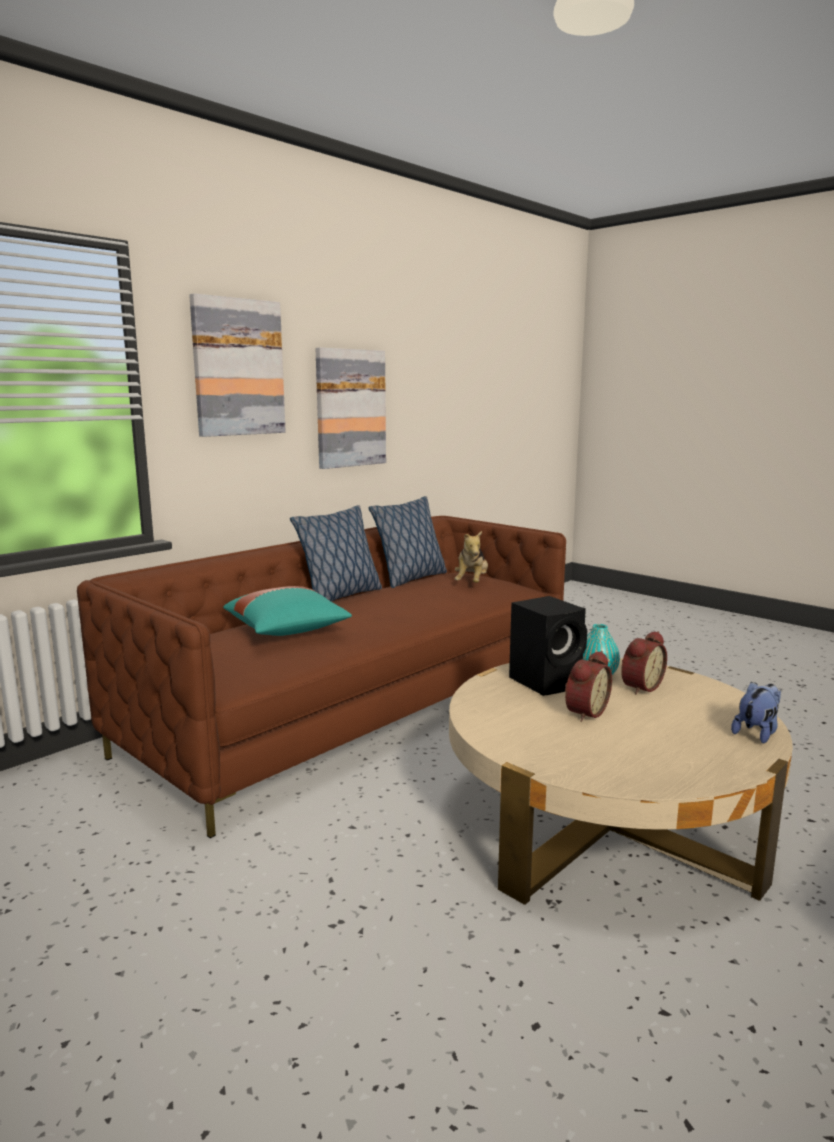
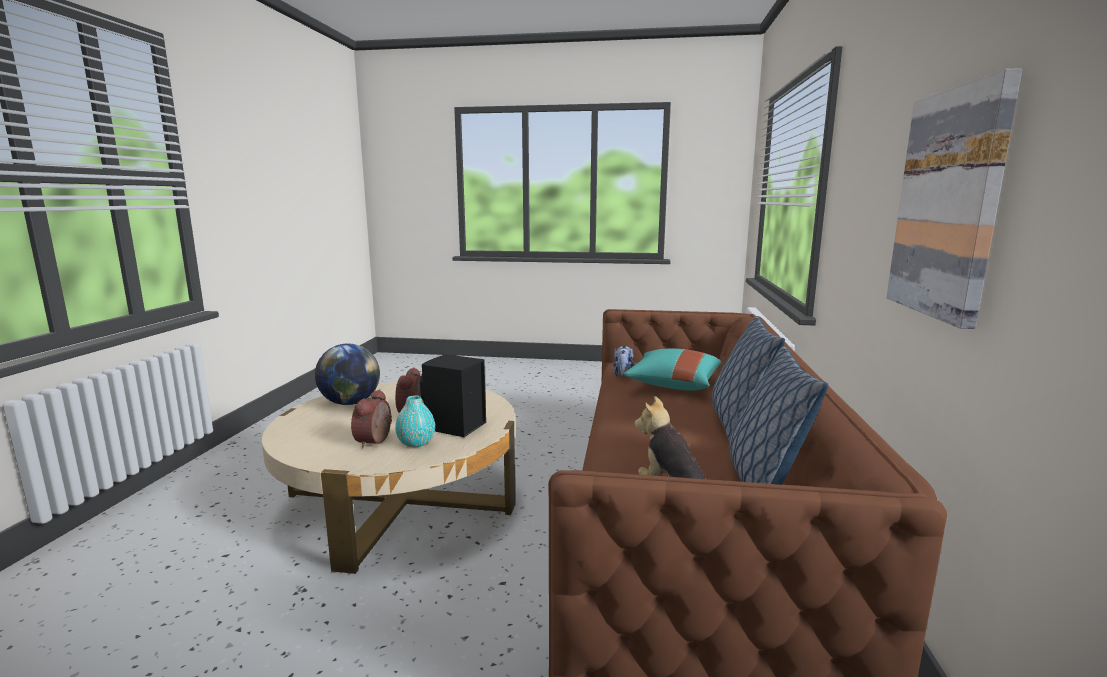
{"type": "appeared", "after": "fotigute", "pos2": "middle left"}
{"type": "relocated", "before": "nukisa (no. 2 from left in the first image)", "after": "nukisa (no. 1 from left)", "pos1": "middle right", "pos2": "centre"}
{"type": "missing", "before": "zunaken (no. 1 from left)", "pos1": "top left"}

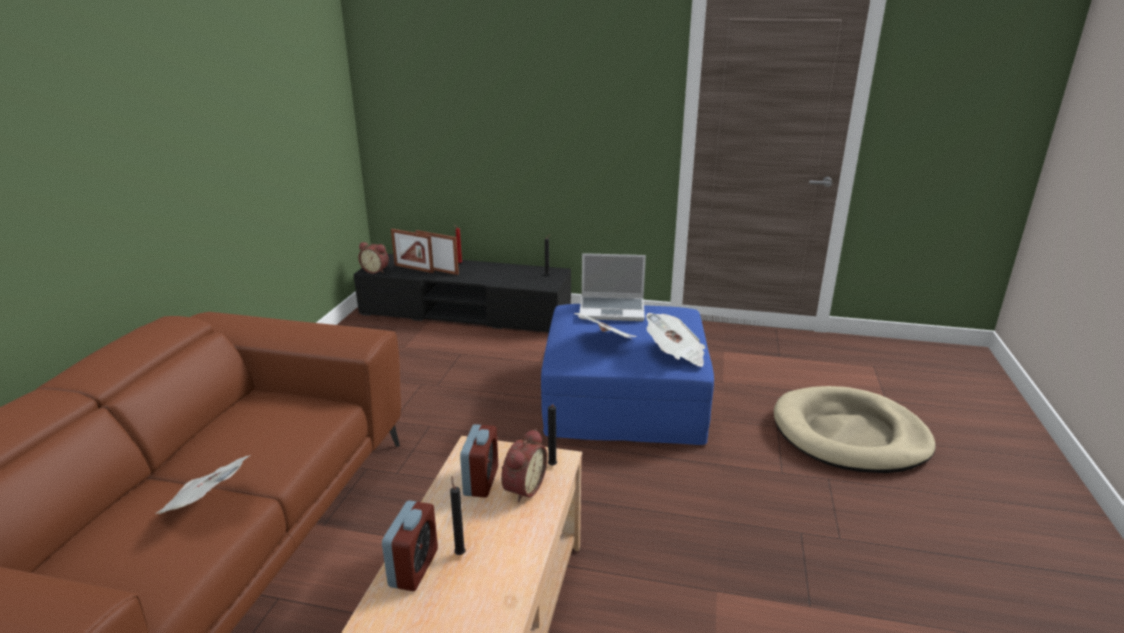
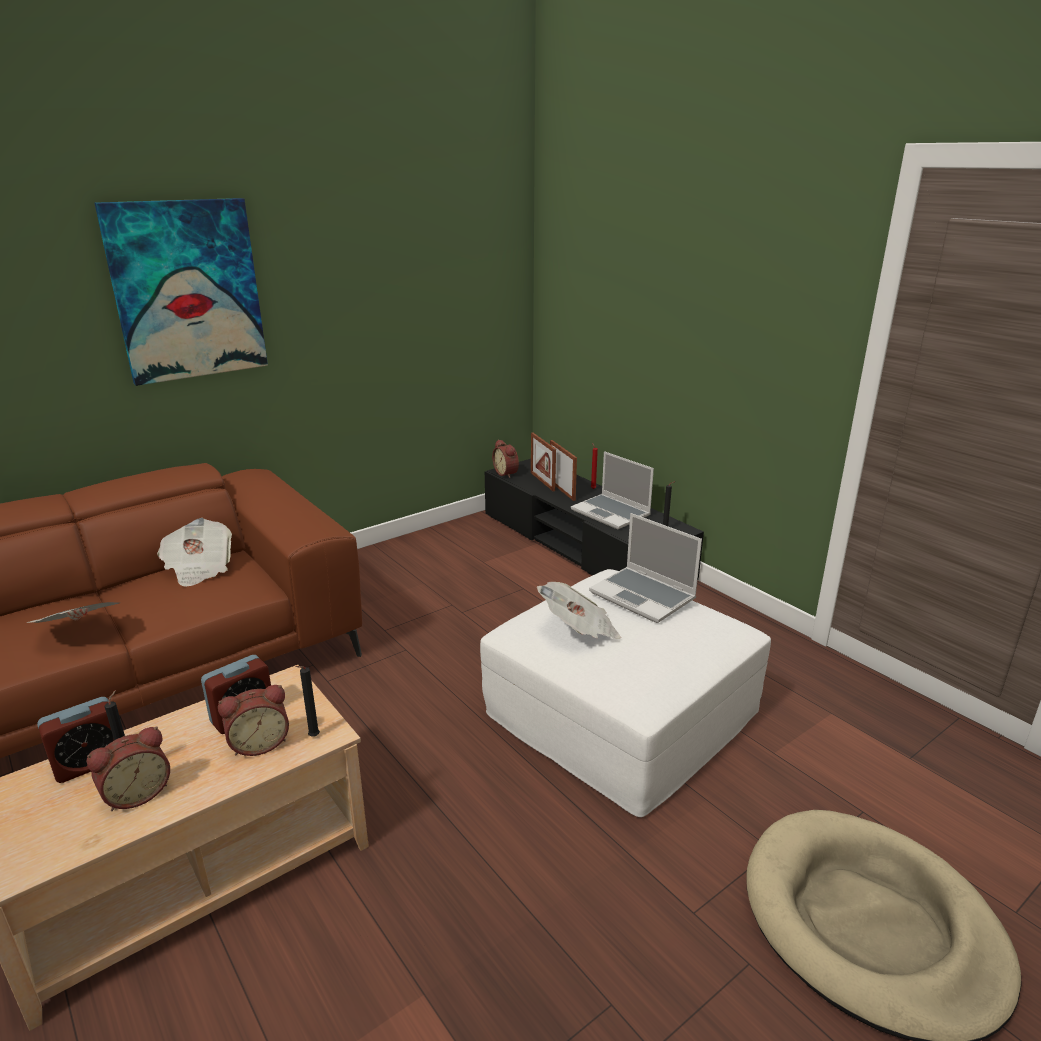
{"type": "appeared", "after": "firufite (no. 2 from left)", "pos2": "bottom left"}
{"type": "appeared", "after": "zunaken", "pos2": "top left"}
{"type": "relocated", "before": "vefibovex (no. 3 from left in the first image)", "after": "vefibovex (no. 2 from left)", "pos1": "centre", "pos2": "middle left"}
{"type": "colour", "before": "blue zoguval", "after": "white zoguval", "pos1": "centre", "pos2": "centre"}
{"type": "appeared", "after": "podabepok (no. 1 from left)", "pos2": "centre"}

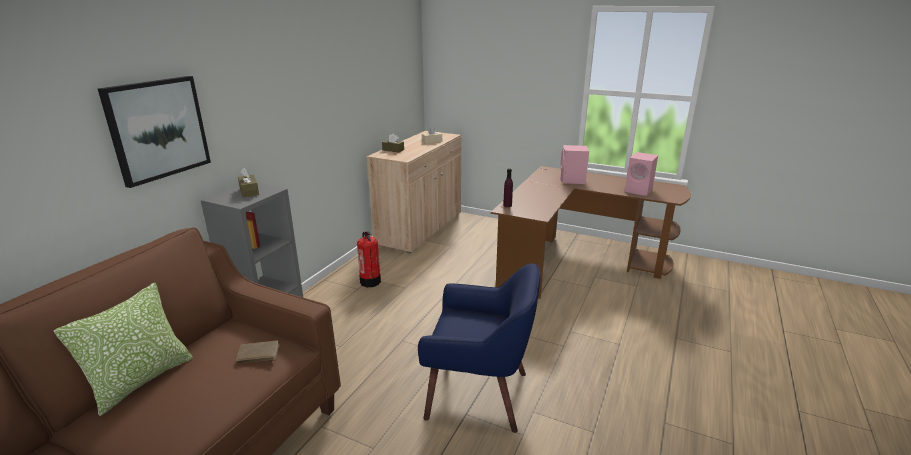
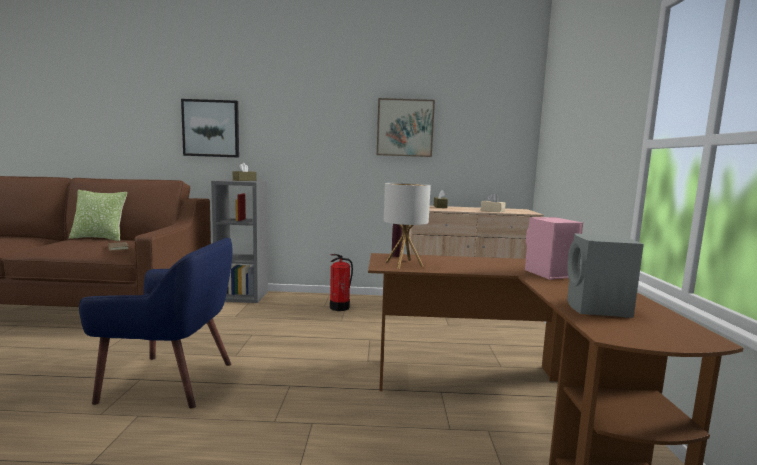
{"type": "spun", "before": "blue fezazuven", "pos1": "bottom centre", "pos2": "bottom left", "turn": -75}
{"type": "appeared", "after": "zunaken (no. 2 from left)", "pos2": "top centre"}
{"type": "appeared", "after": "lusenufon", "pos2": "centre"}
{"type": "colour", "before": "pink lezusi (no. 2 from left)", "after": "grey lezusi", "pos1": "middle right", "pos2": "middle right"}

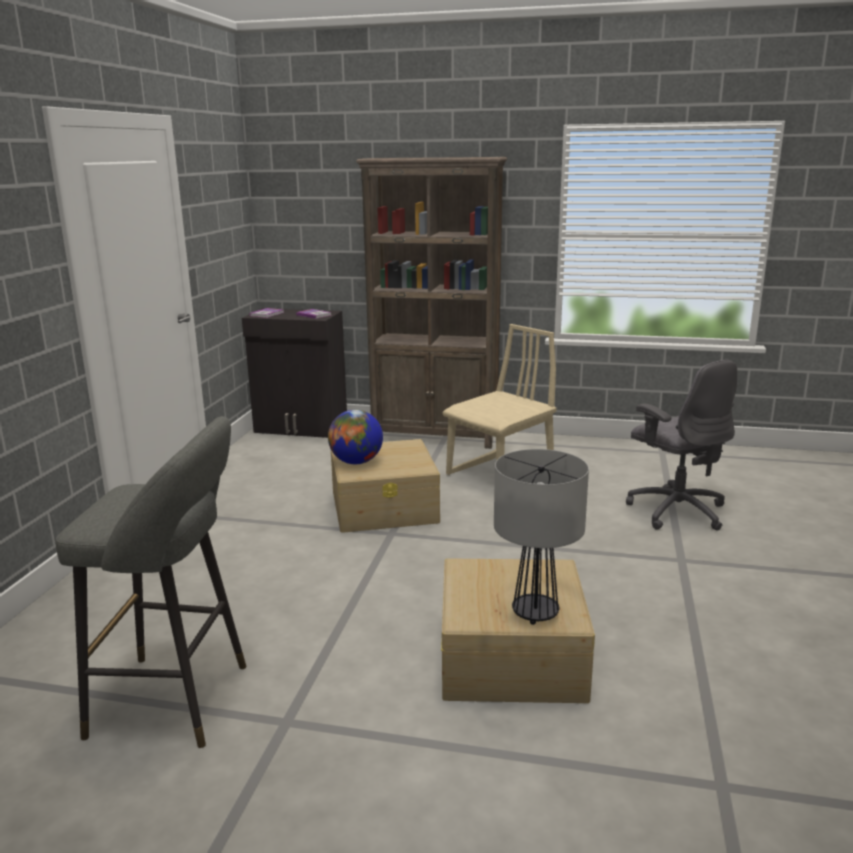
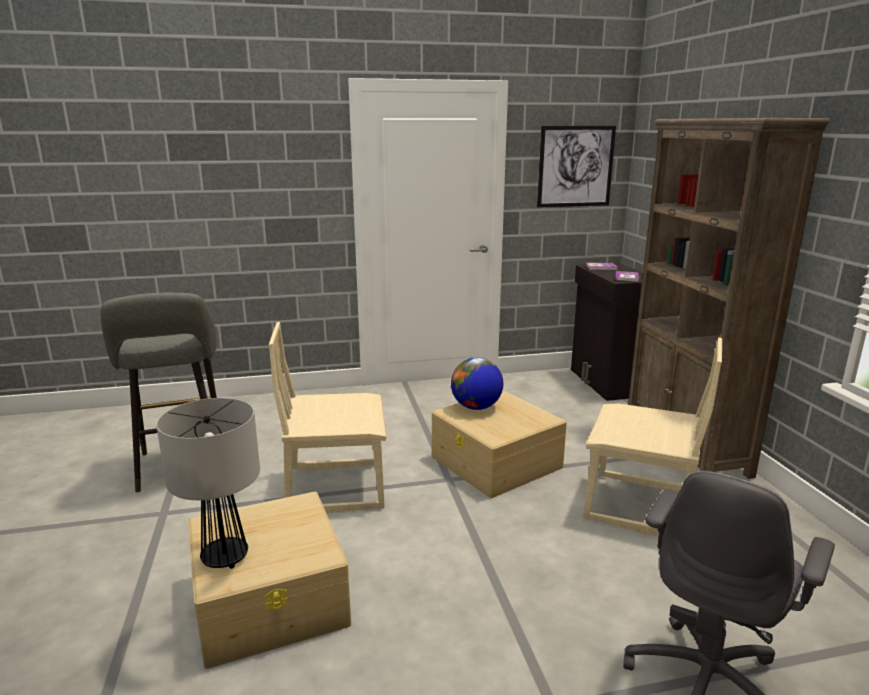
{"type": "appeared", "after": "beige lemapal (no. 1 from left)", "pos2": "centre"}
{"type": "appeared", "after": "zunaken", "pos2": "top centre"}

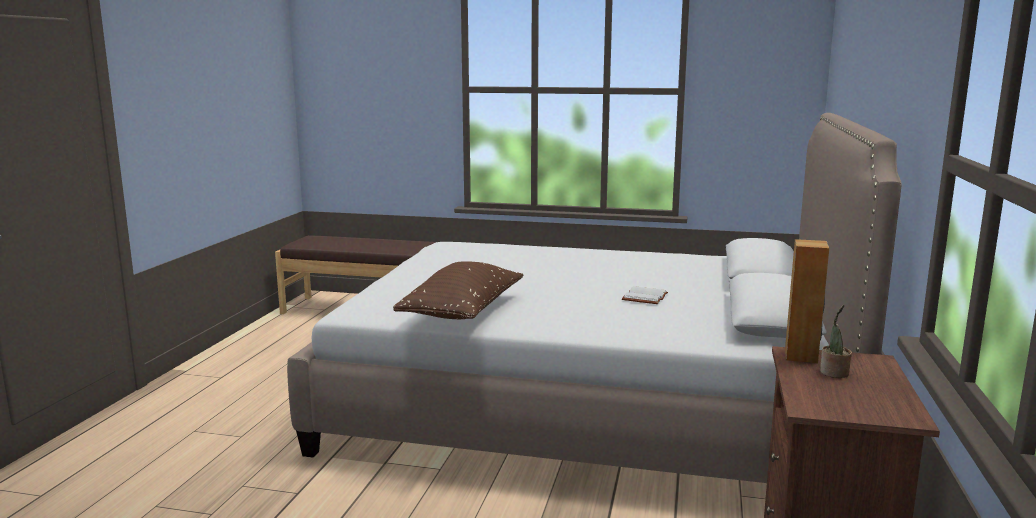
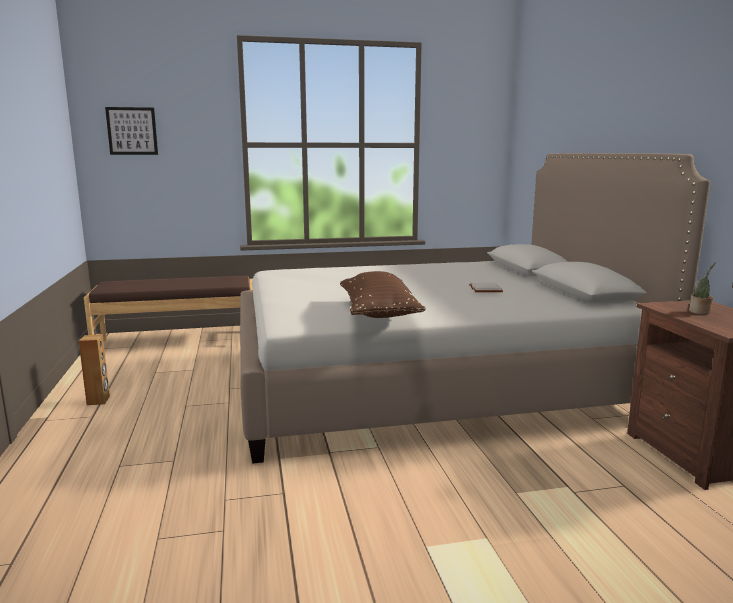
{"type": "relocated", "before": "brown lezusi", "pos1": "middle right", "pos2": "middle left"}
{"type": "appeared", "after": "zunaken", "pos2": "top left"}

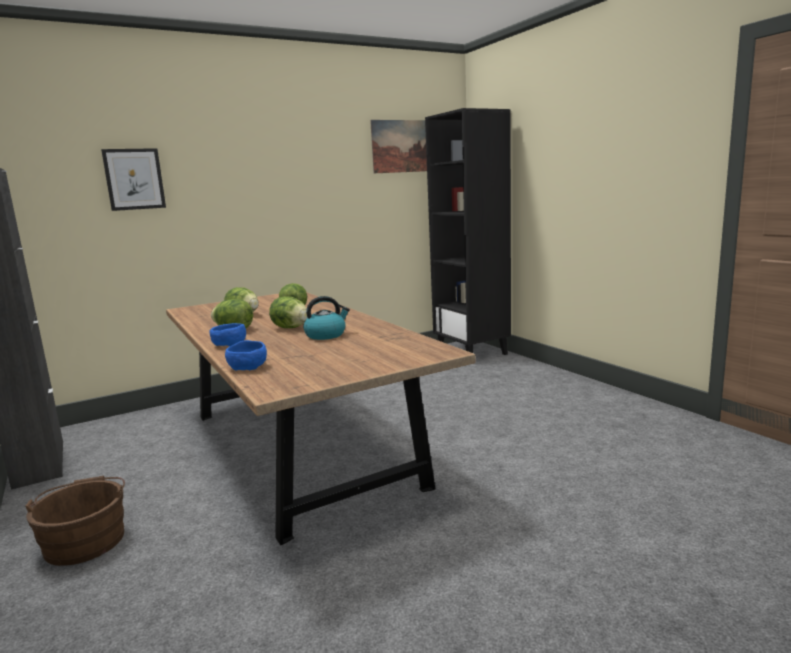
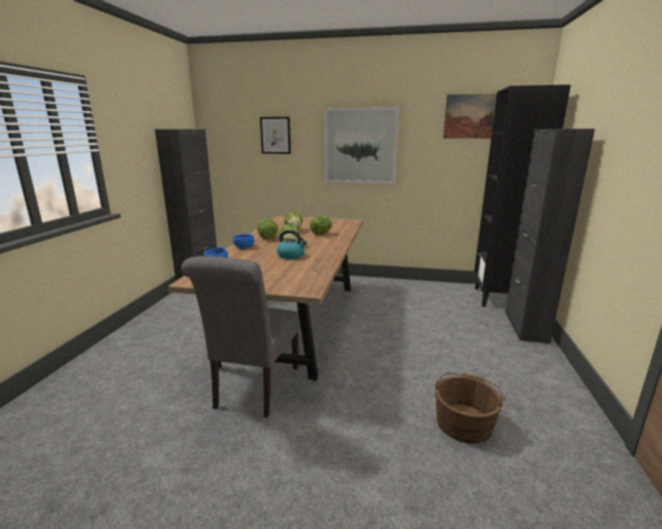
{"type": "appeared", "after": "grey lemapal", "pos2": "centre"}
{"type": "appeared", "after": "zunaken (no. 2 from left)", "pos2": "top centre"}
{"type": "relocated", "before": "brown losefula", "pos1": "bottom left", "pos2": "bottom right"}
{"type": "appeared", "after": "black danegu (no. 2 from left)", "pos2": "middle right"}

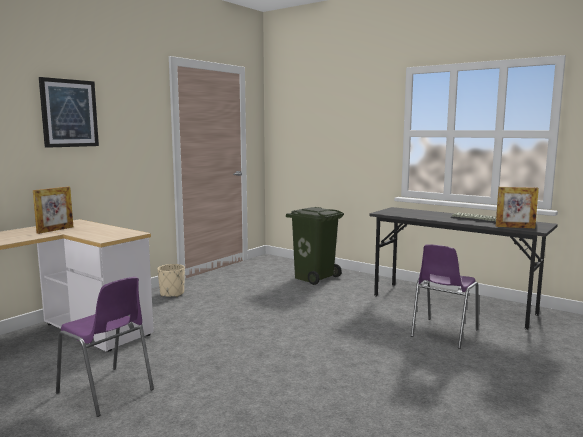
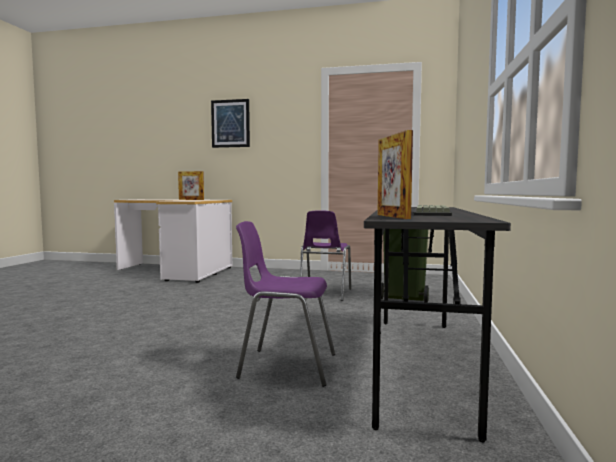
{"type": "relocated", "before": "purple lemapal (no. 1 from left in the first image)", "after": "purple lemapal (no. 2 from left)", "pos1": "bottom left", "pos2": "centre"}
{"type": "missing", "before": "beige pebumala", "pos1": "middle left"}

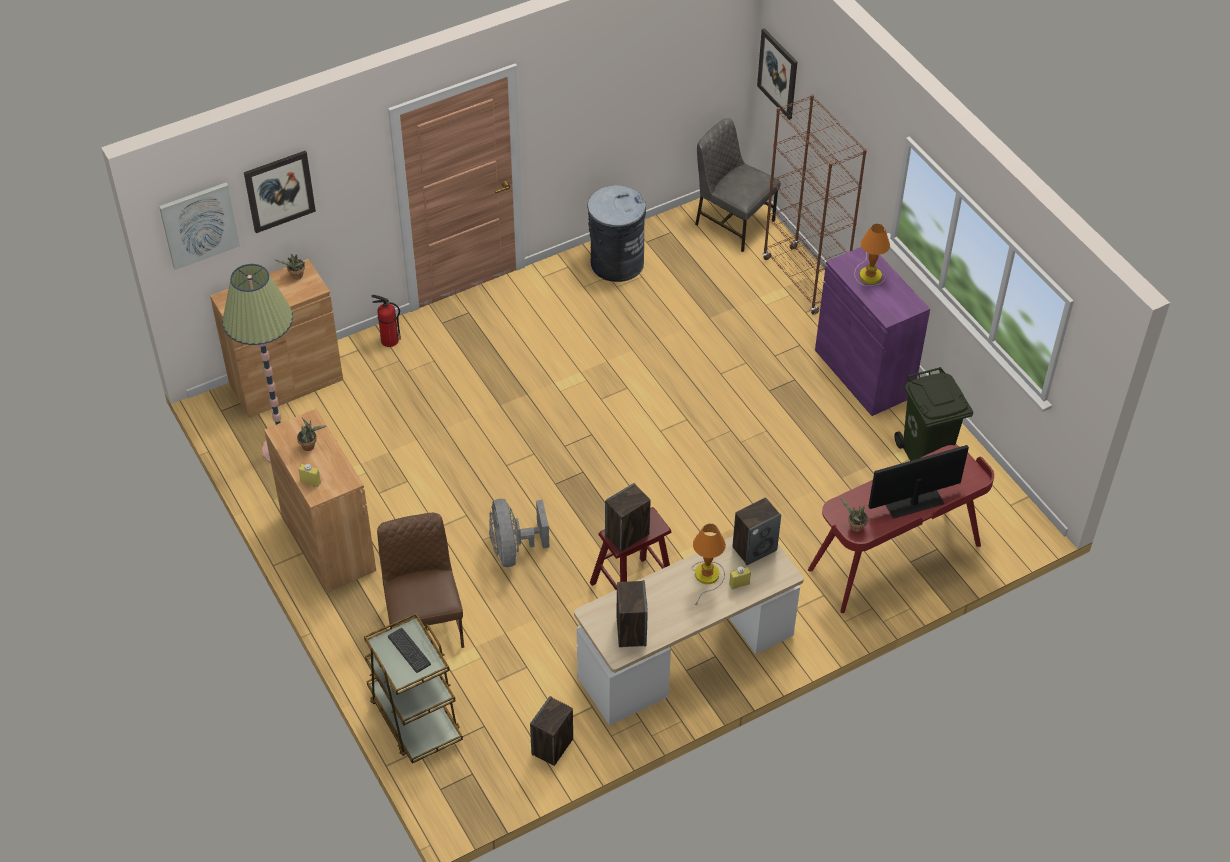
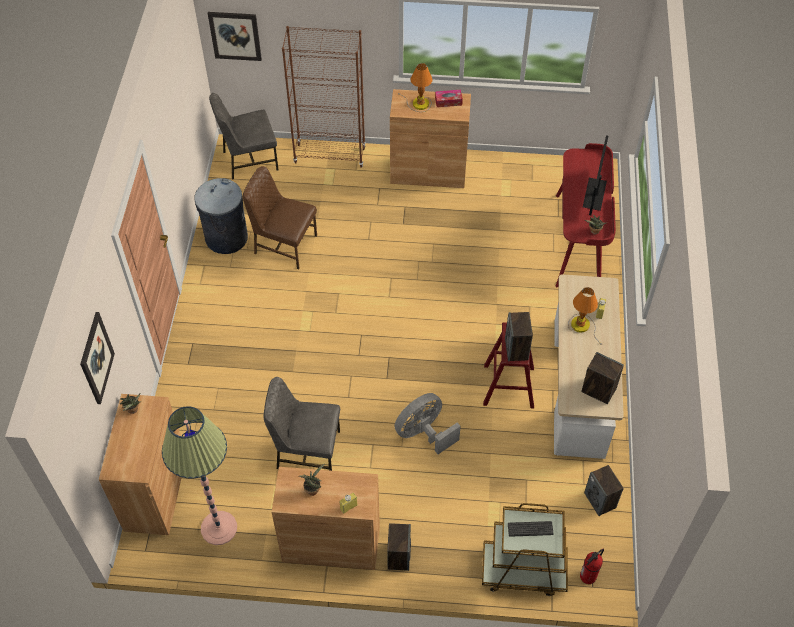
{"type": "relocated", "before": "brown lemapal", "pos1": "bottom centre", "pos2": "centre"}
{"type": "appeared", "after": "grey lemapal (no. 2 from left)", "pos2": "bottom centre"}
{"type": "relocated", "before": "lezusi (no. 4 from left in the first image)", "after": "lezusi (no. 1 from left)", "pos1": "centre", "pos2": "bottom centre"}
{"type": "colour", "before": "purple danegu", "after": "brown danegu (no. 3 from left)", "pos1": "middle right", "pos2": "top centre"}
{"type": "spun", "before": "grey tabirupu", "pos1": "centre", "pos2": "bottom centre", "turn": 120}
{"type": "appeared", "after": "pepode", "pos2": "top centre"}
{"type": "relocated", "before": "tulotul", "pos1": "middle left", "pos2": "bottom right"}
{"type": "missing", "before": "zunaken (no. 1 from left)", "pos1": "top left"}
{"type": "missing", "before": "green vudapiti", "pos1": "middle right"}

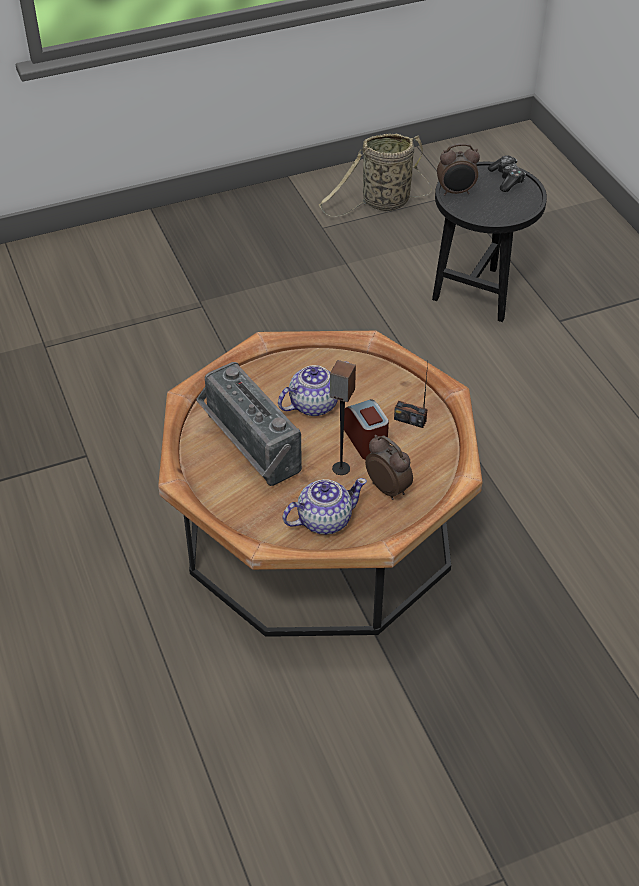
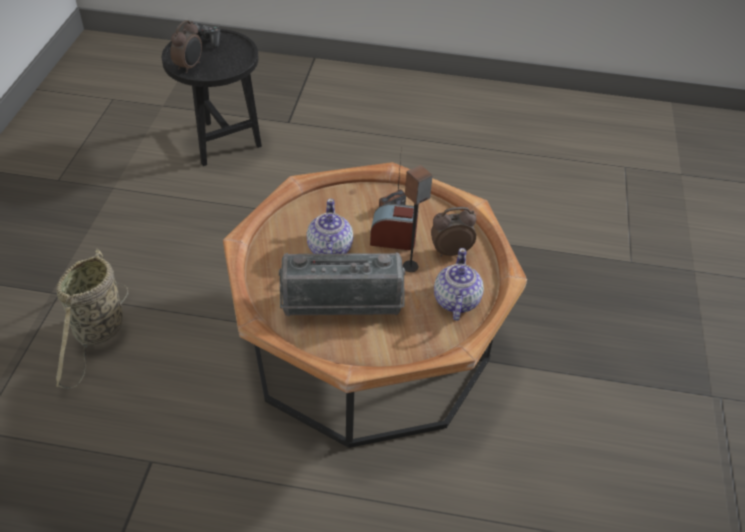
{"type": "relocated", "before": "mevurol", "pos1": "top centre", "pos2": "middle left"}

